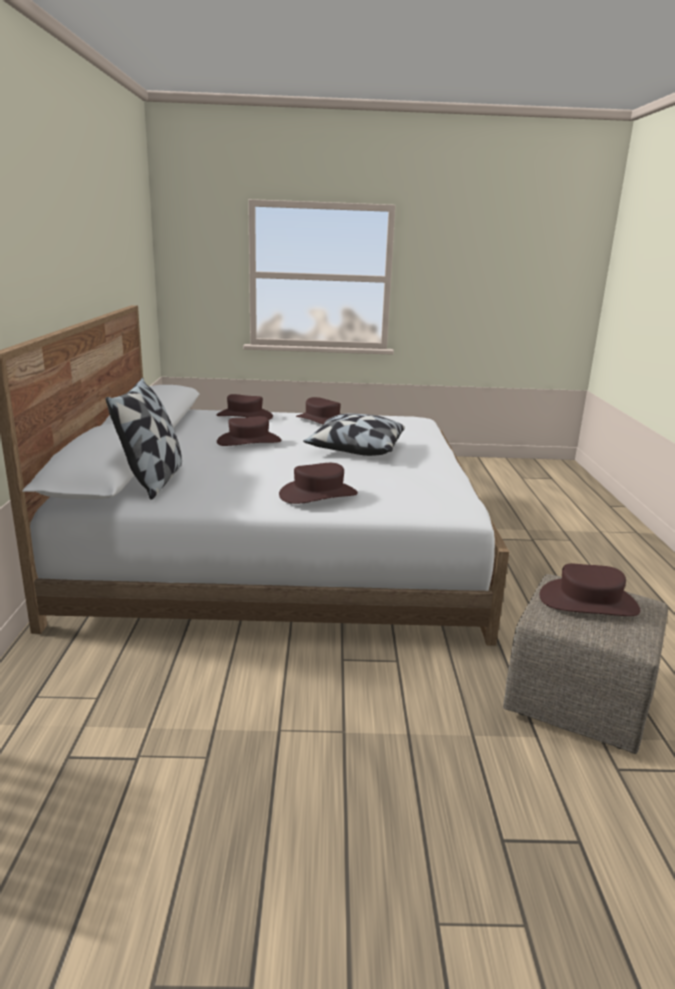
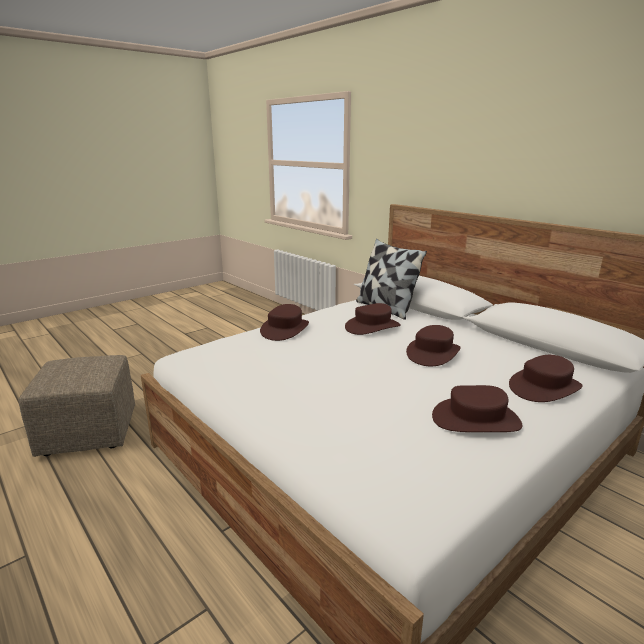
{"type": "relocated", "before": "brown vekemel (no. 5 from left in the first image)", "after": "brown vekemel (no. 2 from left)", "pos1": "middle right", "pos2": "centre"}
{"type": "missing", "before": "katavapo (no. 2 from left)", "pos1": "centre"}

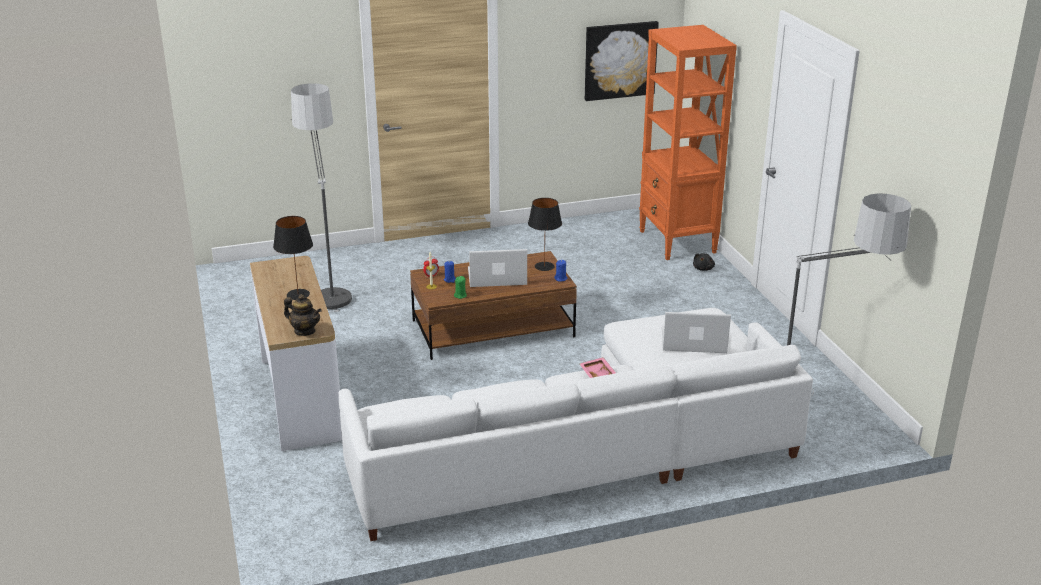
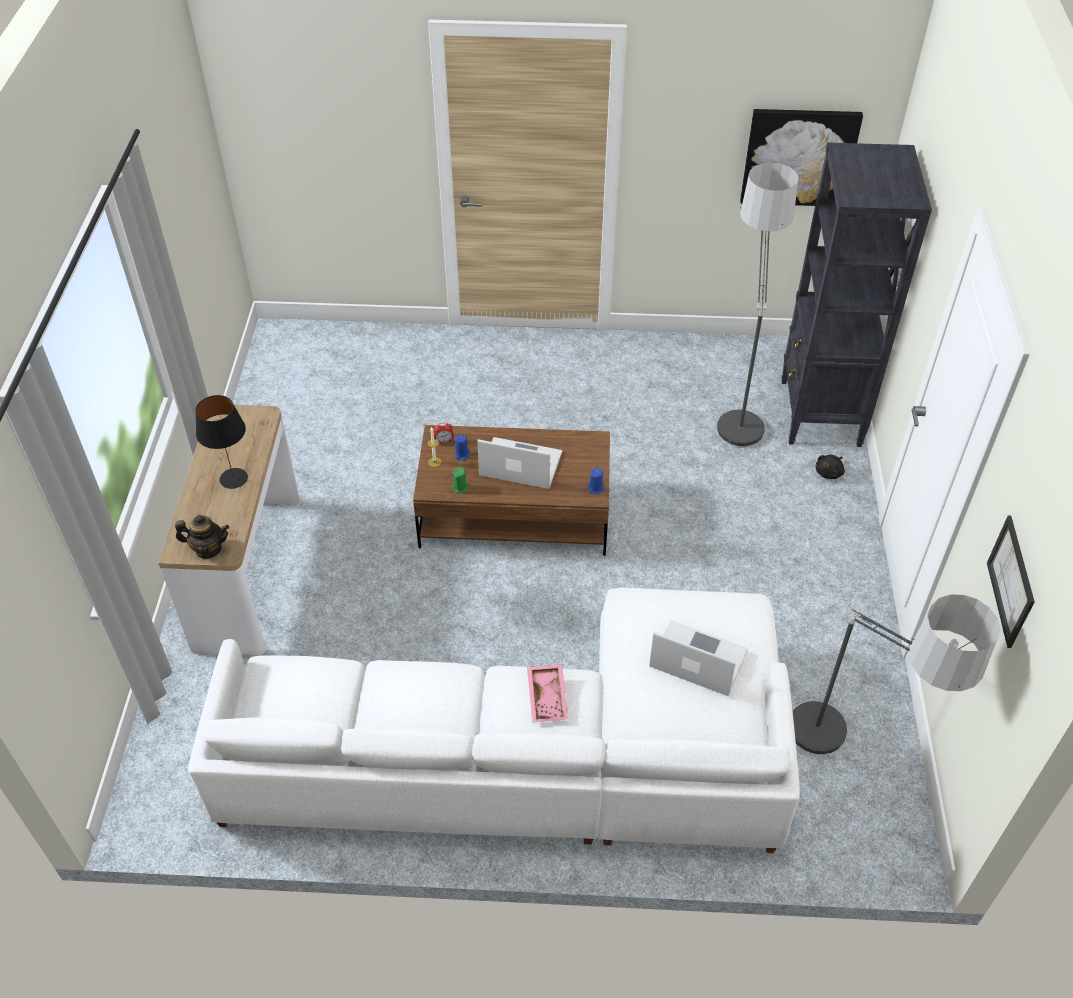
{"type": "spun", "before": "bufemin", "pos1": "middle left", "pos2": "middle left", "turn": -45}
{"type": "relocated", "before": "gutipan (no. 1 from left)", "pos1": "middle left", "pos2": "top right"}
{"type": "colour", "before": "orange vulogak", "after": "black vulogak", "pos1": "top centre", "pos2": "top right"}
{"type": "appeared", "after": "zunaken (no. 2 from left)", "pos2": "middle right"}
{"type": "missing", "before": "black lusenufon (no. 2 from left)", "pos1": "centre"}

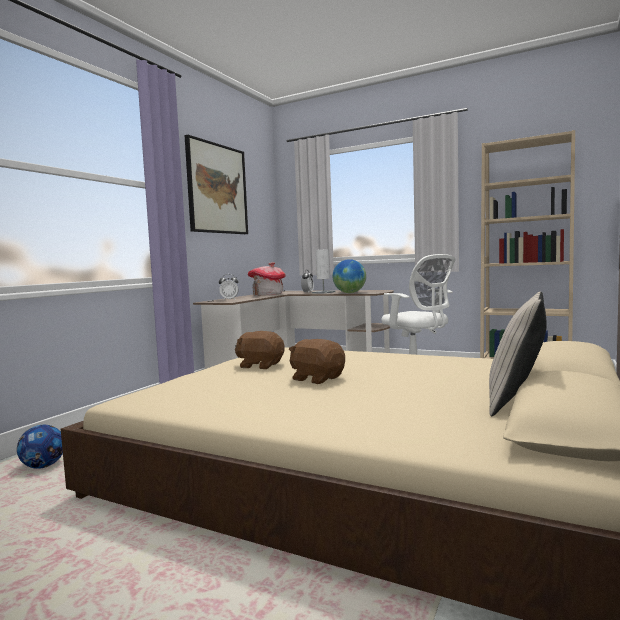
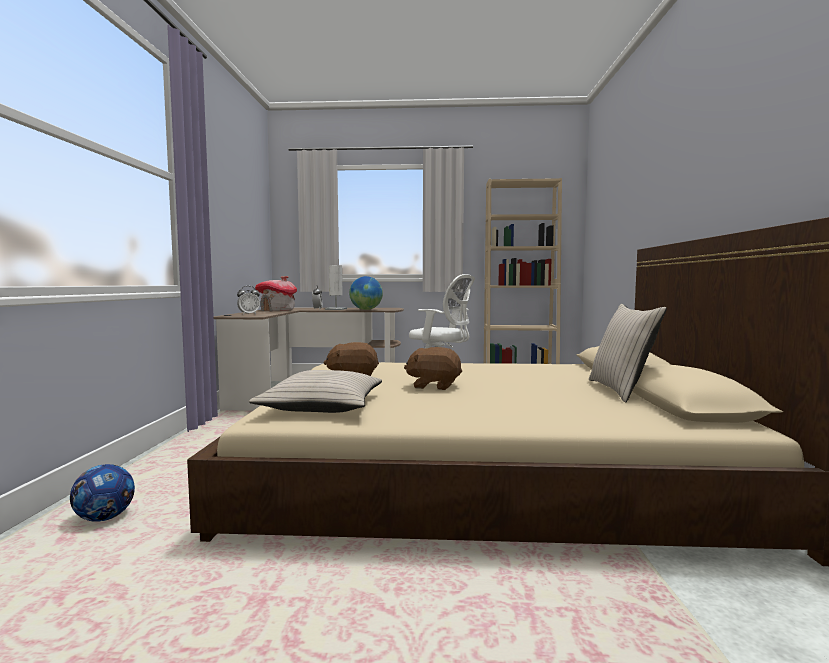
{"type": "appeared", "after": "beige katavapo (no. 1 from left)", "pos2": "centre"}
{"type": "missing", "before": "zunaken", "pos1": "top centre"}

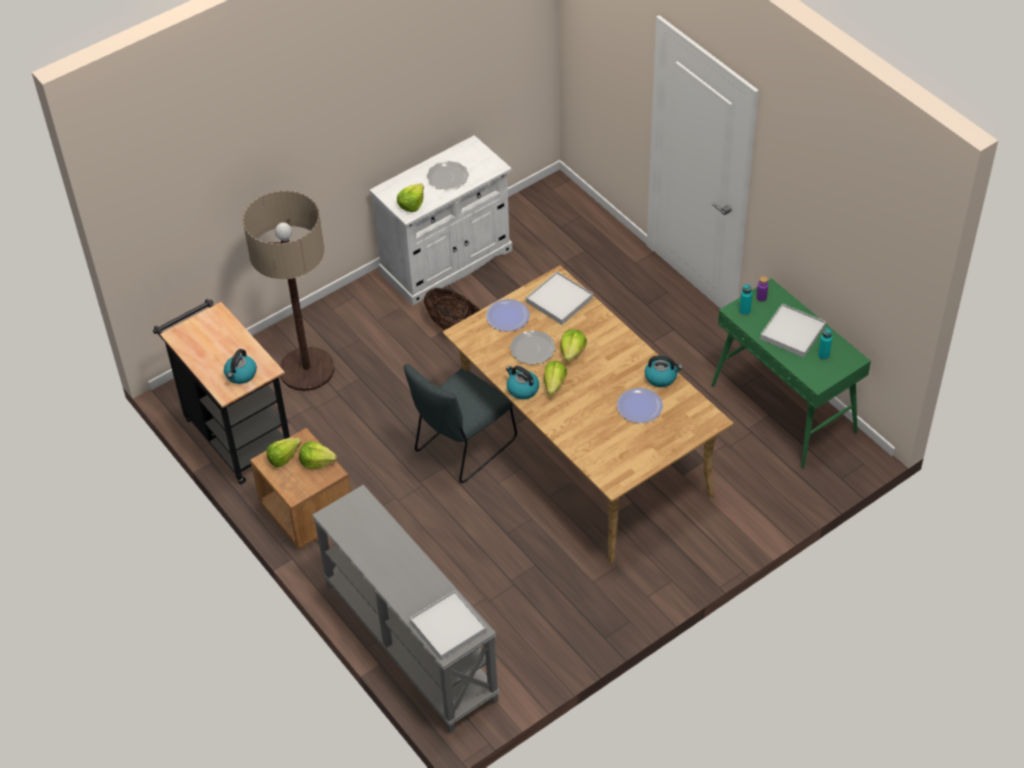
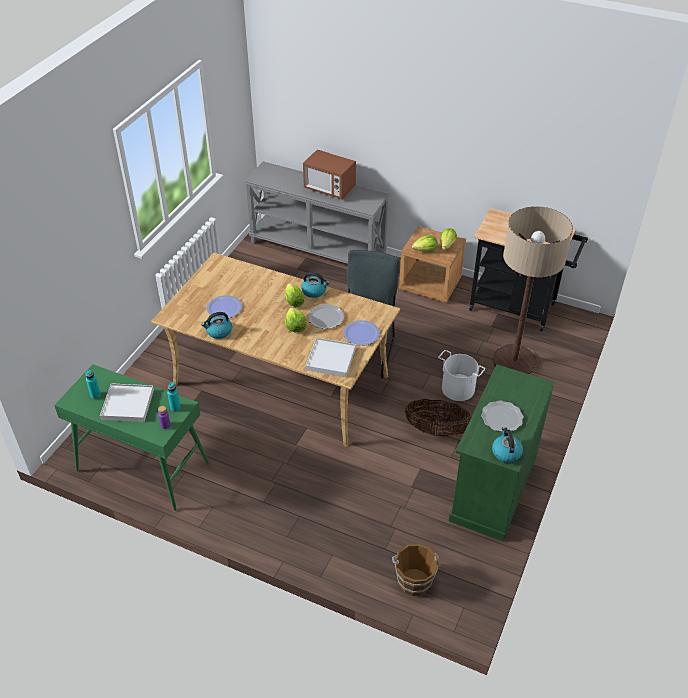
{"type": "appeared", "after": "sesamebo", "pos2": "top centre"}
{"type": "appeared", "after": "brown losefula", "pos2": "bottom centre"}
{"type": "appeared", "after": "white losefula", "pos2": "middle right"}
{"type": "colour", "before": "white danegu", "after": "green danegu", "pos1": "top centre", "pos2": "middle right"}
{"type": "relocated", "before": "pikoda (no. 1 from left in the first image)", "after": "pikoda (no. 3 from left)", "pos1": "middle left", "pos2": "middle right"}
{"type": "missing", "before": "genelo (no. 3 from left)", "pos1": "top centre"}
{"type": "missing", "before": "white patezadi (no. 1 from left)", "pos1": "bottom centre"}

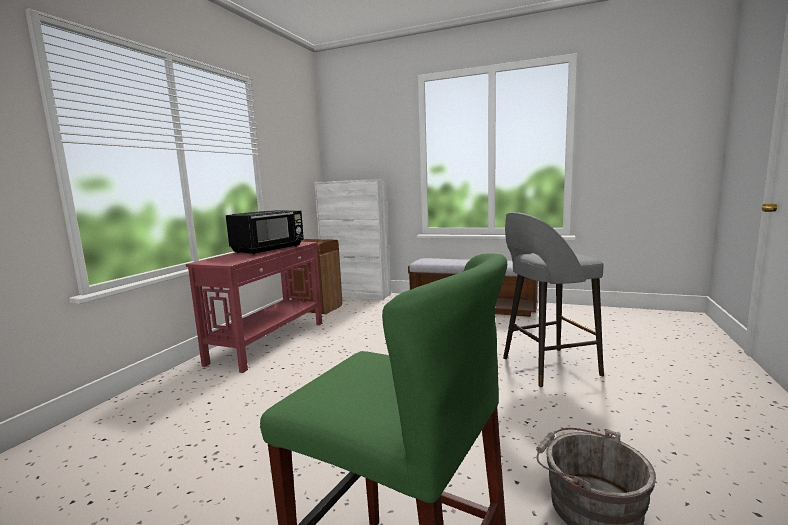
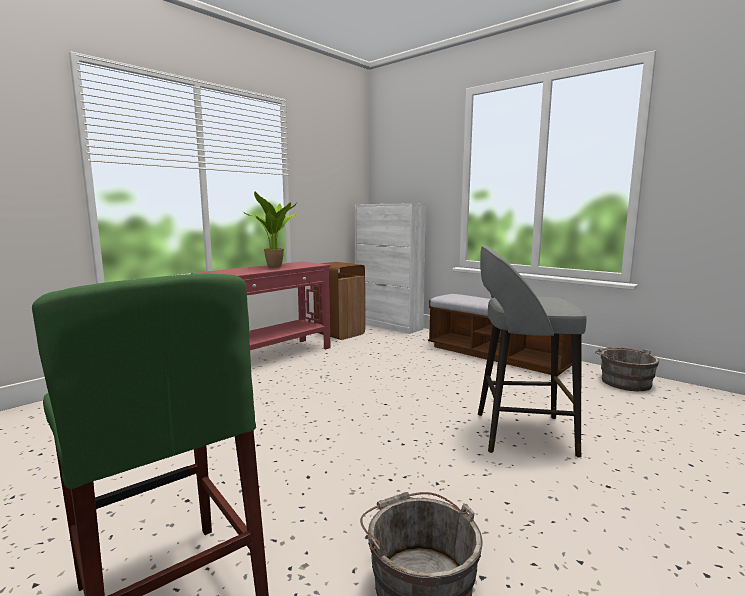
{"type": "exchanged", "before": "black sesamebo", "after": "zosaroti", "pos1": "centre", "pos2": "centre"}
{"type": "appeared", "after": "grey losefula (no. 2 from left)", "pos2": "middle right"}

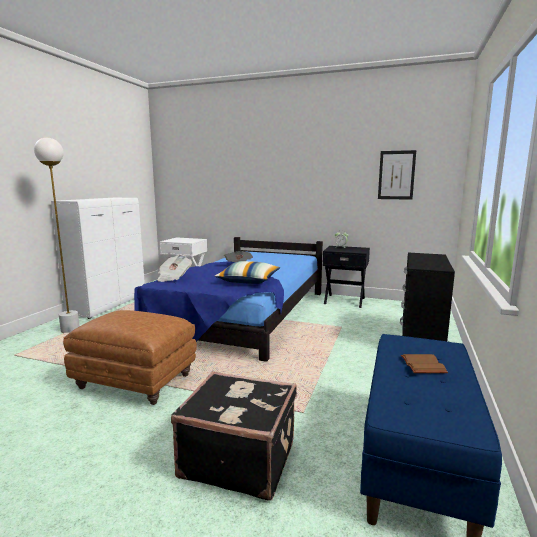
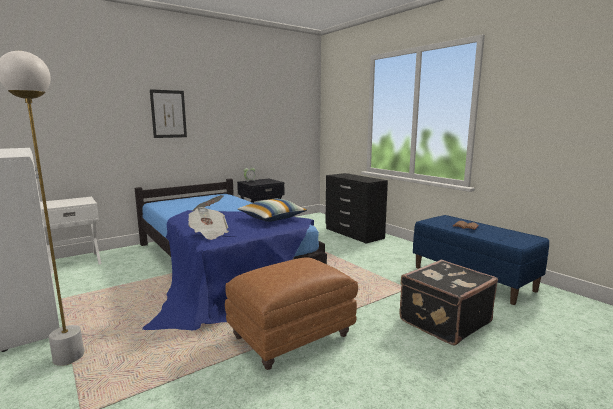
{"type": "relocated", "before": "zunaken", "pos1": "top right", "pos2": "top left"}

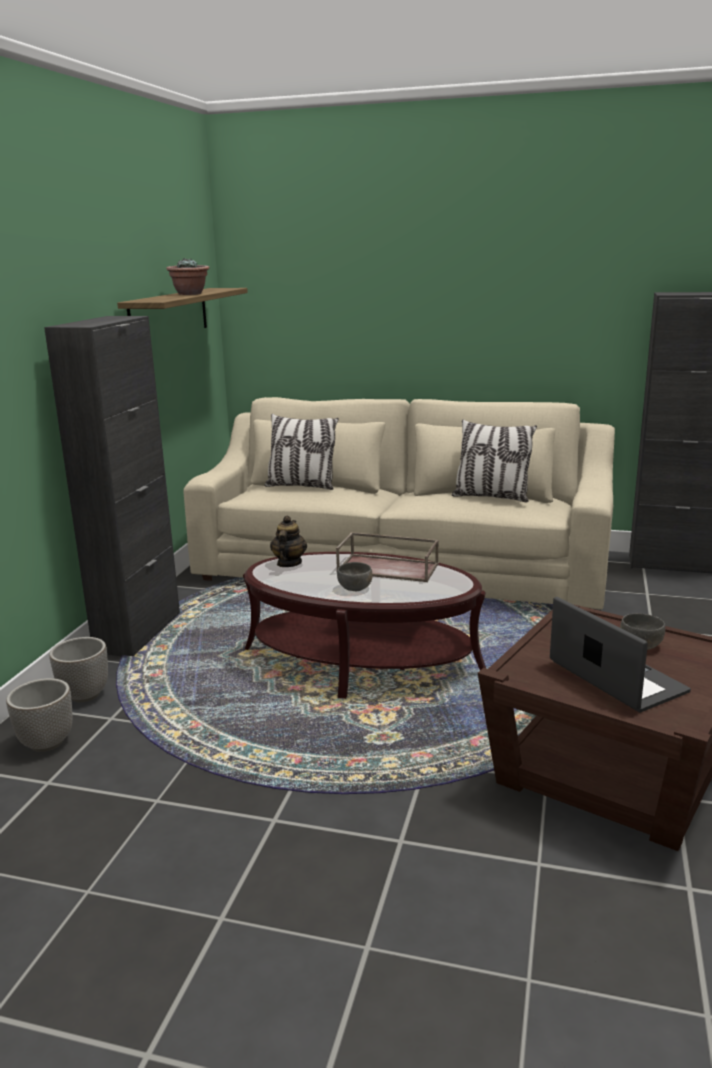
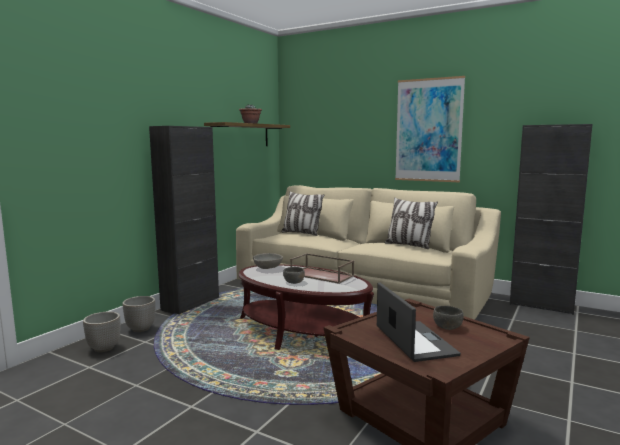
{"type": "exchanged", "before": "bufemin", "after": "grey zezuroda (no. 1 from left)", "pos1": "centre", "pos2": "centre"}
{"type": "appeared", "after": "zunaken", "pos2": "top right"}

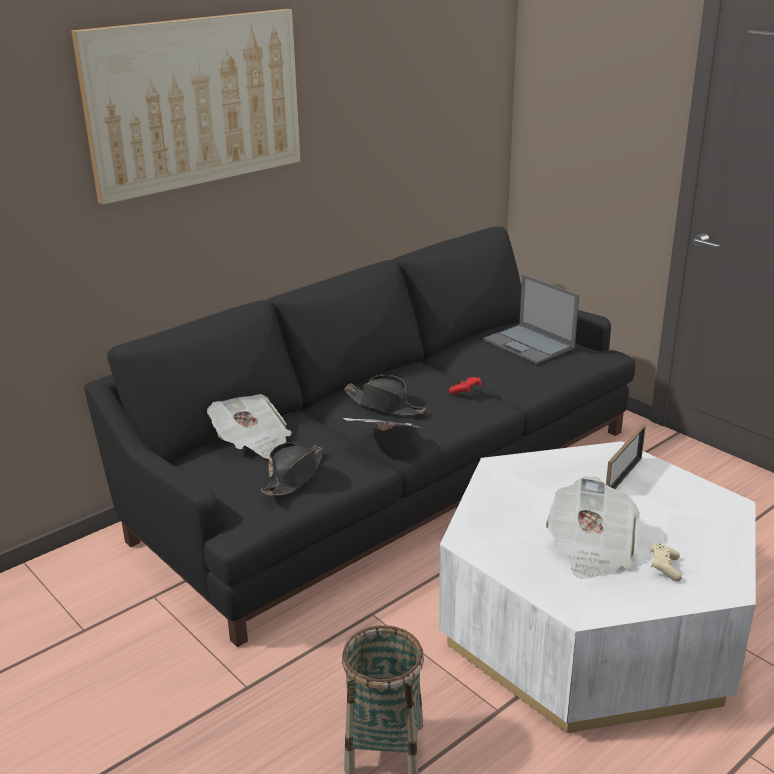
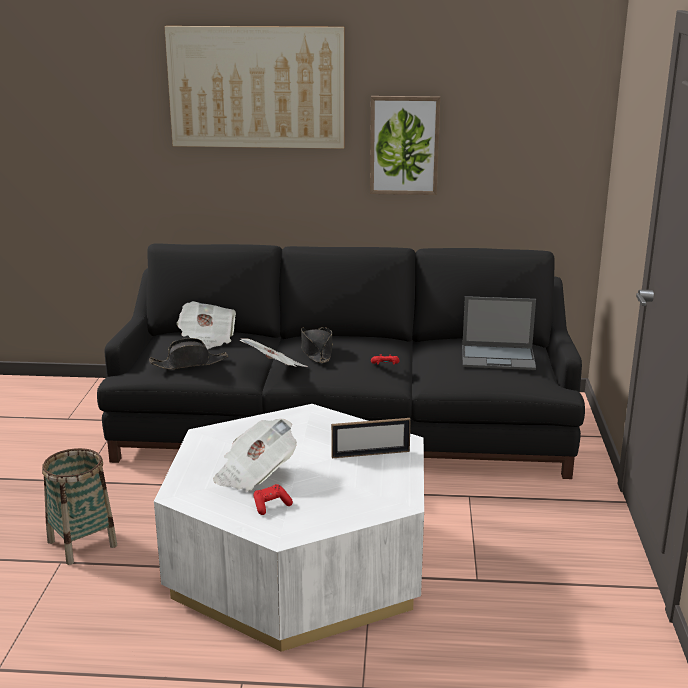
{"type": "colour", "before": "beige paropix", "after": "red paropix (no. 1 from left)", "pos1": "bottom right", "pos2": "bottom centre"}
{"type": "appeared", "after": "zunaken (no. 2 from left)", "pos2": "top centre"}
{"type": "spun", "before": "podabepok", "pos1": "middle right", "pos2": "middle right", "turn": -90}

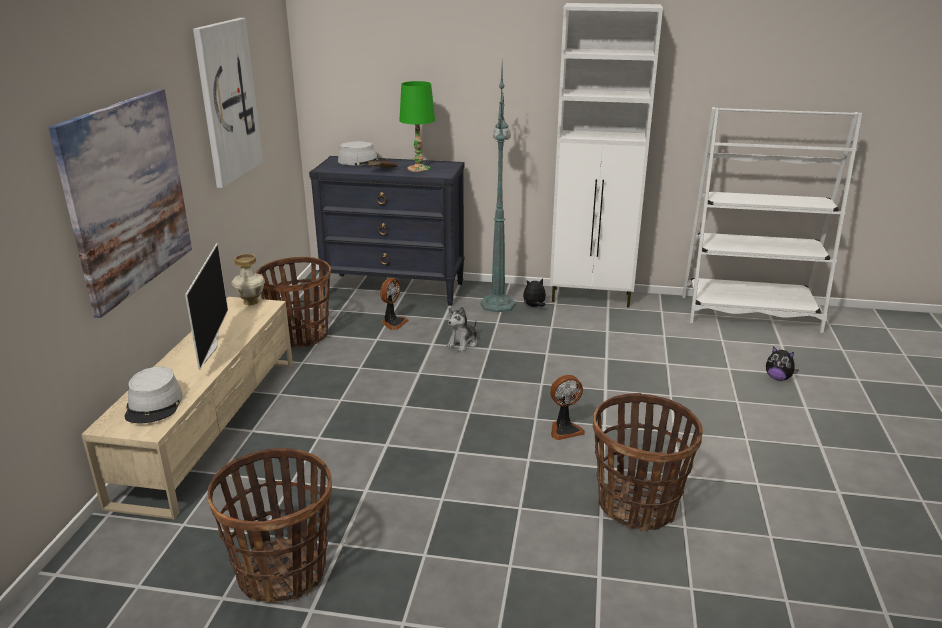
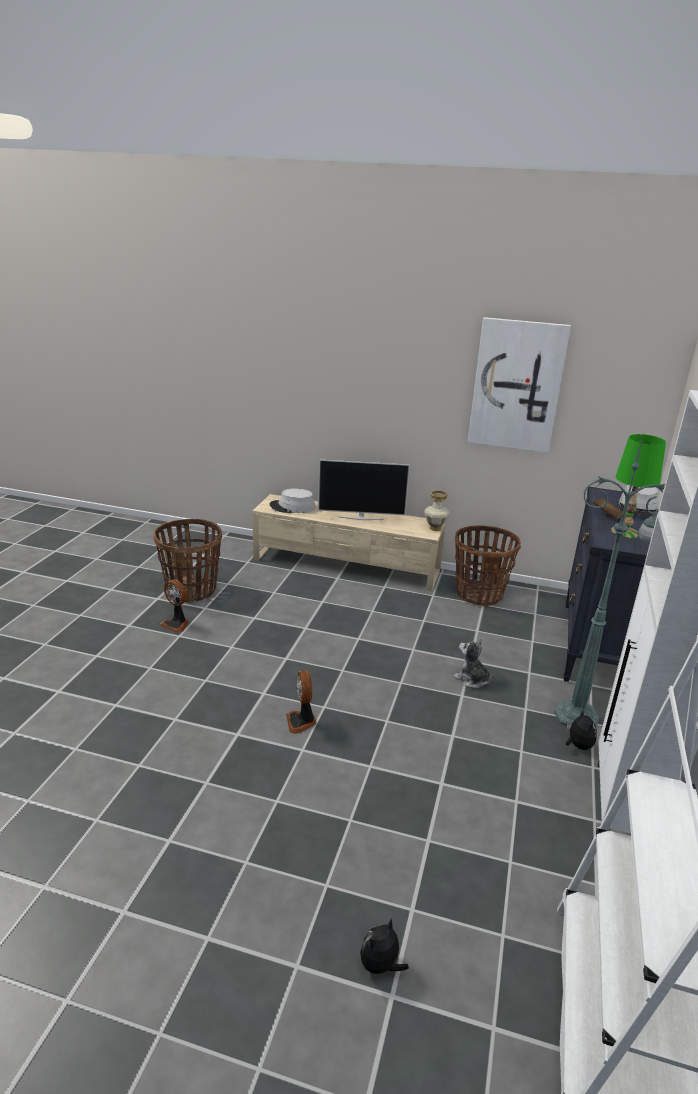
{"type": "relocated", "before": "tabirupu (no. 1 from left)", "pos1": "centre", "pos2": "middle left"}
{"type": "missing", "before": "zunaken (no. 1 from left)", "pos1": "top left"}
{"type": "missing", "before": "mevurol (no. 3 from left)", "pos1": "bottom right"}

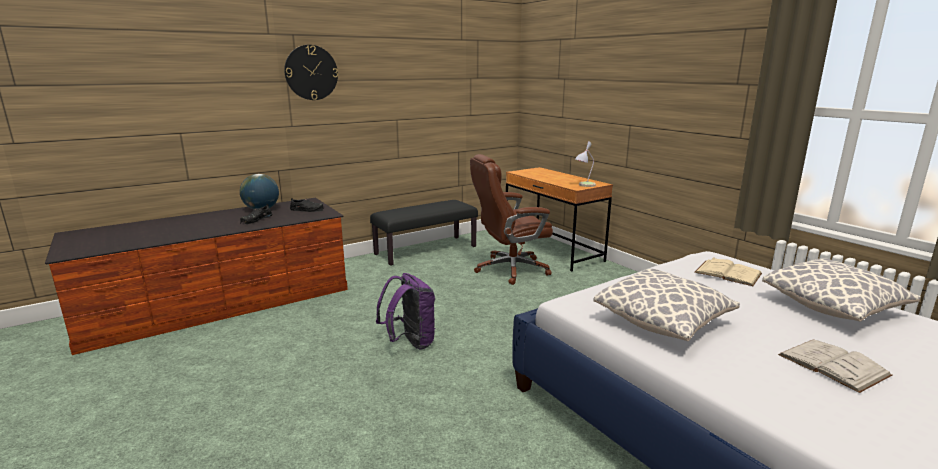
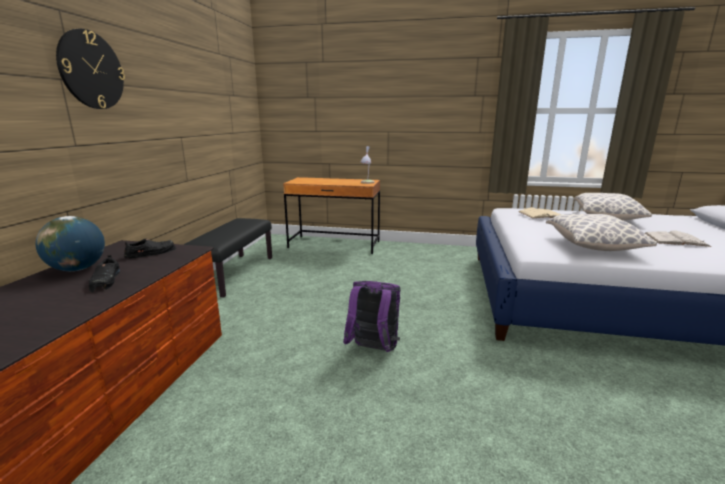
{"type": "missing", "before": "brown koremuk", "pos1": "centre"}

